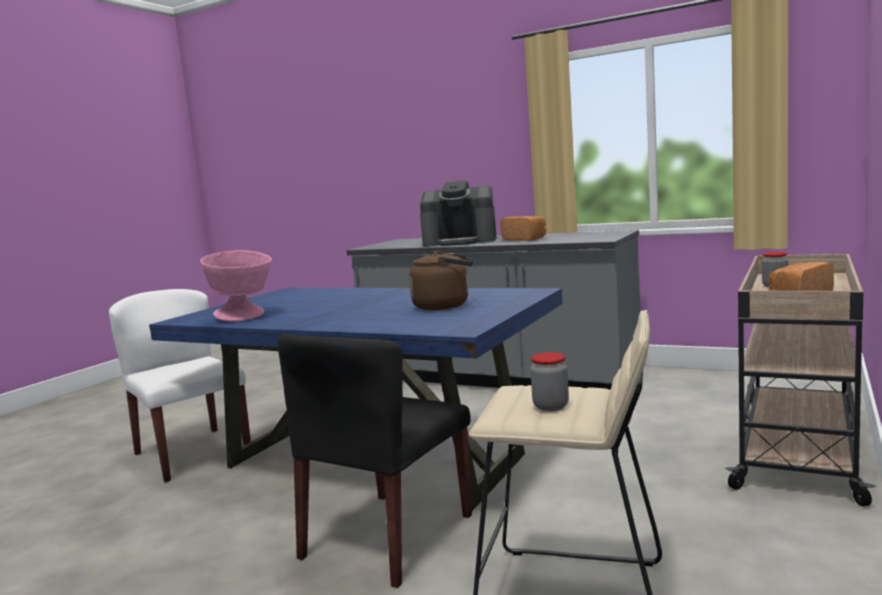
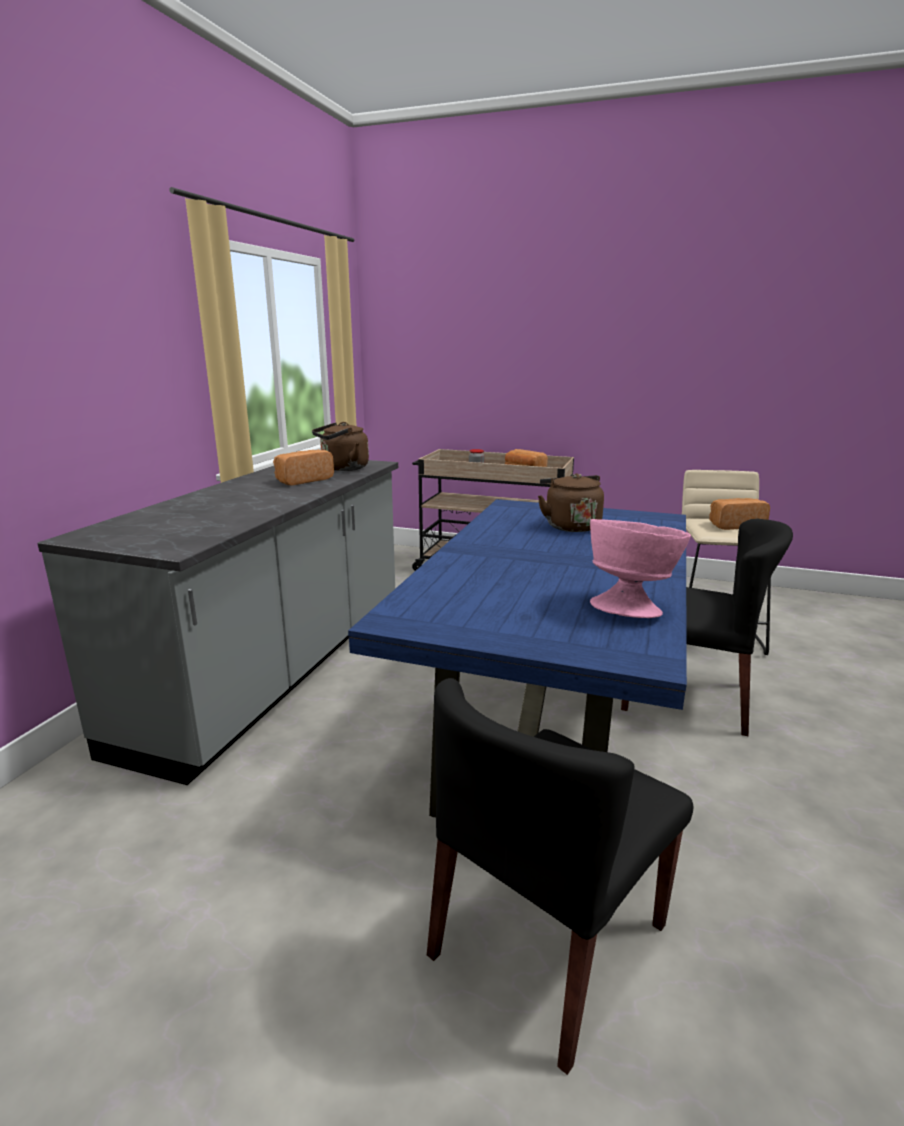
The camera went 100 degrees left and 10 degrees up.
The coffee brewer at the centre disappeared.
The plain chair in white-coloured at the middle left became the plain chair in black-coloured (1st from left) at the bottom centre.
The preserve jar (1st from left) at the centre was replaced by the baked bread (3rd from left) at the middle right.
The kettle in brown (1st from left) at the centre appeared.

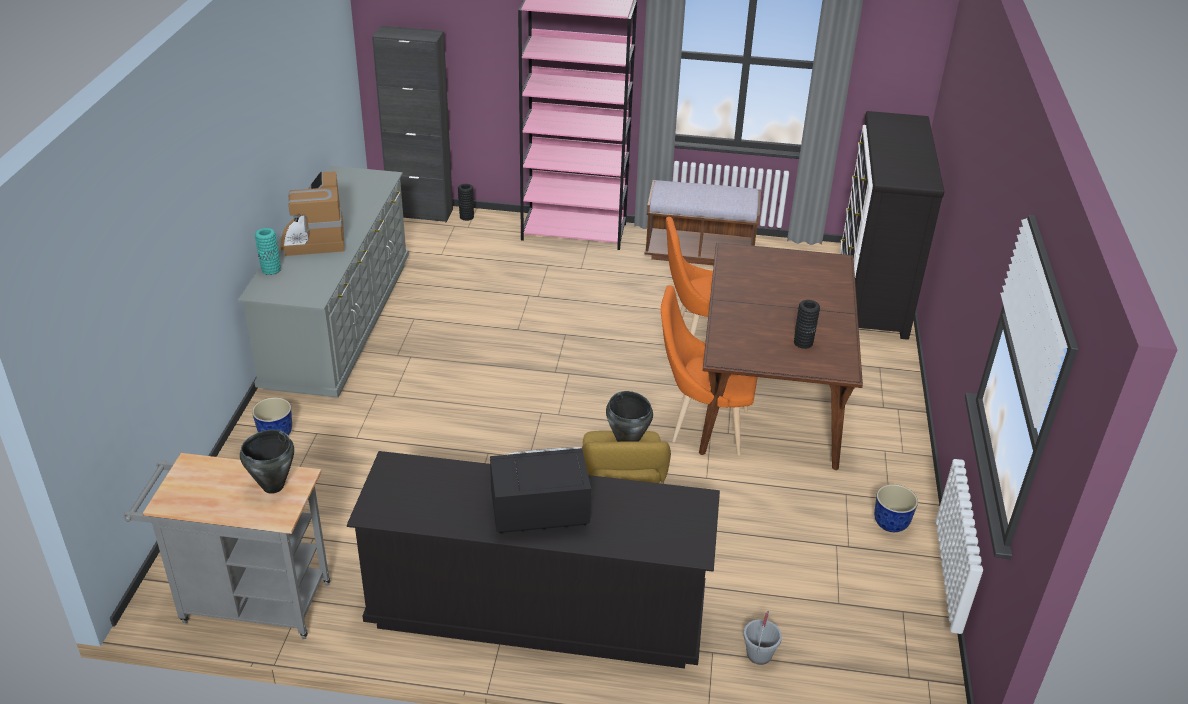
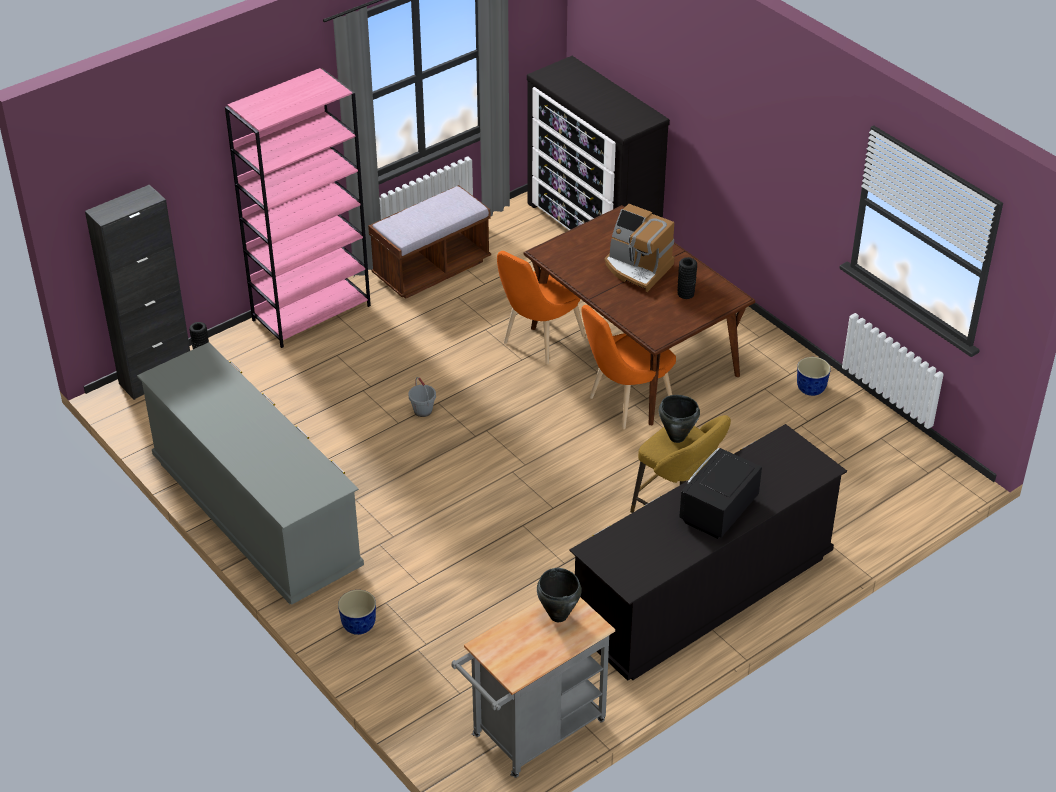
The camera went 45 degrees left and 5 degrees up.
The coffee brewer moved from the top left to the top centre.
The vase in turquoise-coloured at the middle left disappeared.
The bucket in gray moved from the bottom centre to the centre.

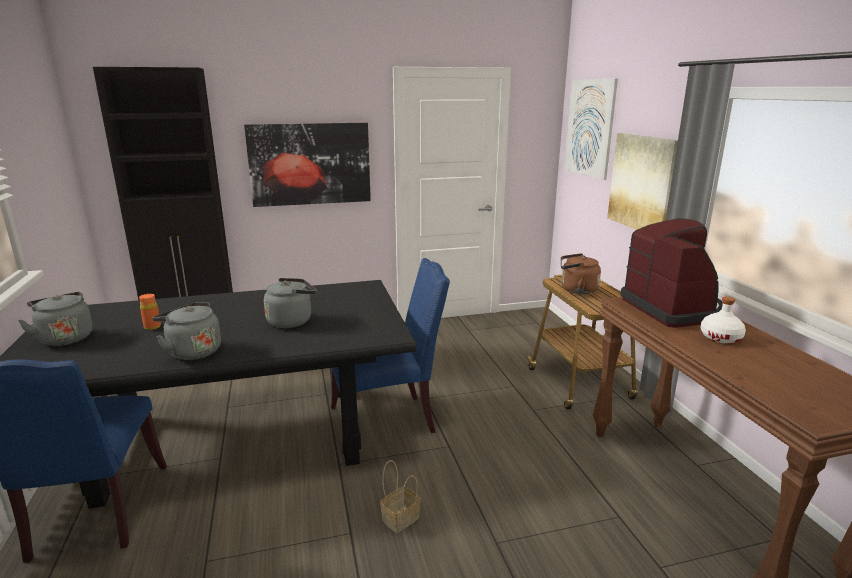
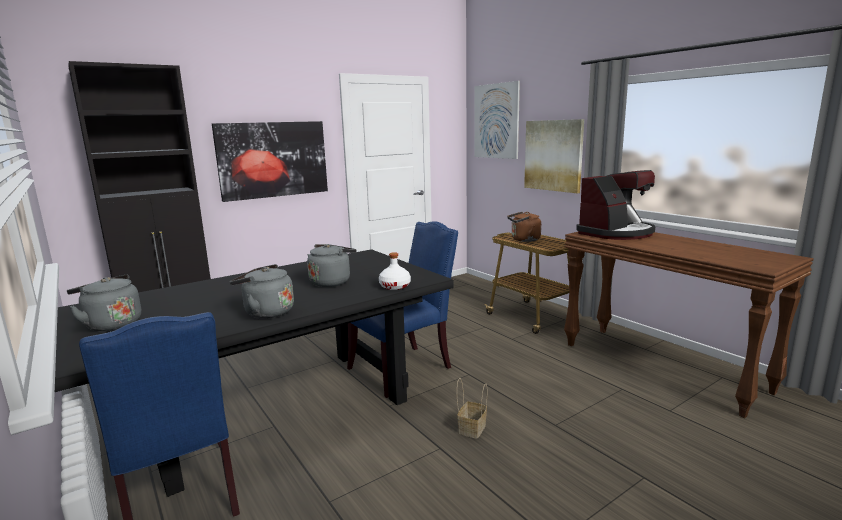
The camera went 20 degrees left and 5 degrees down.
The coffee brewer at the middle right turned 90 degrees clockwise.
The beverage bottle in orangey at the middle left disappeared.
The beverage bottle in white-coloured moved from the middle right to the centre.

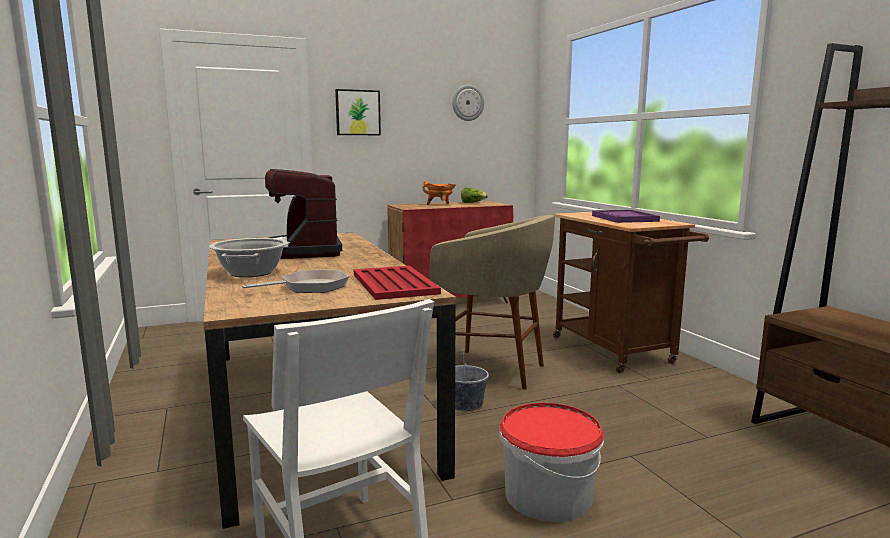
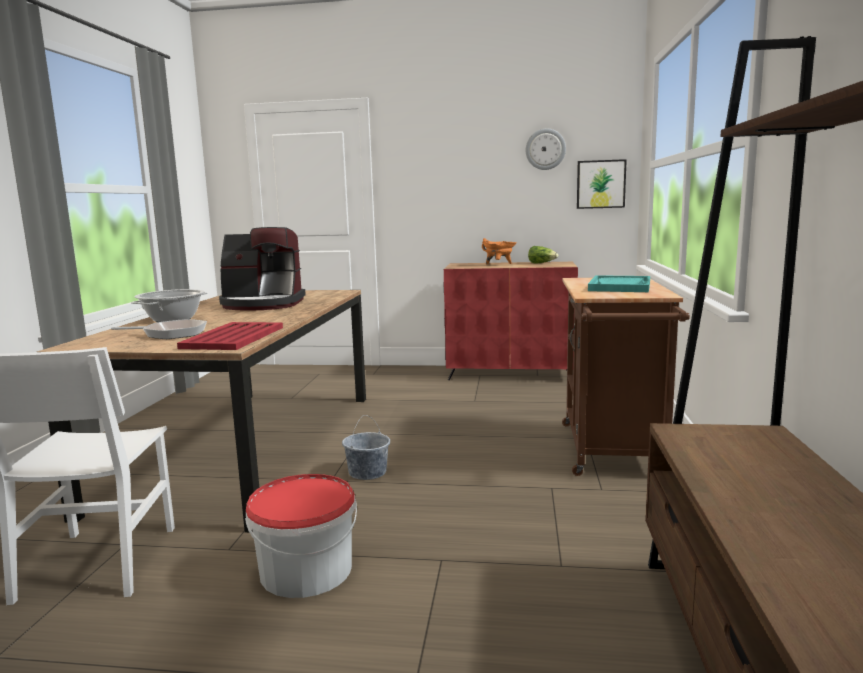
The camera went 30 degrees right and 0 degrees up.
The wall art moved from the top centre to the top right.
The coffee brewer at the centre turned 105 degrees counterclockwise.
The carrying tray in purple-coloured at the middle right became the carrying tray in turquoise-coloured at the middle right.
The stool seat in beige at the centre disappeared.

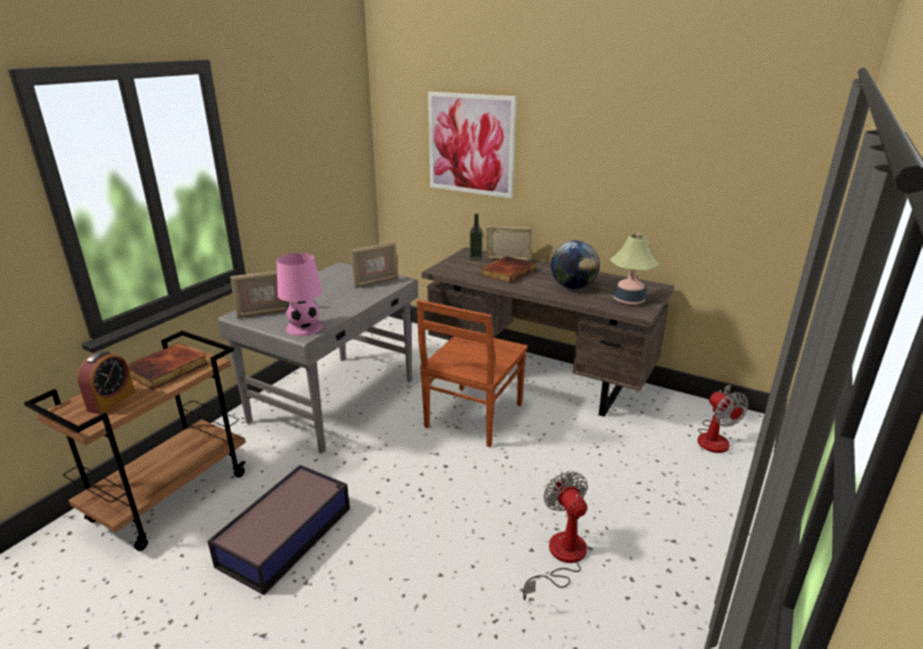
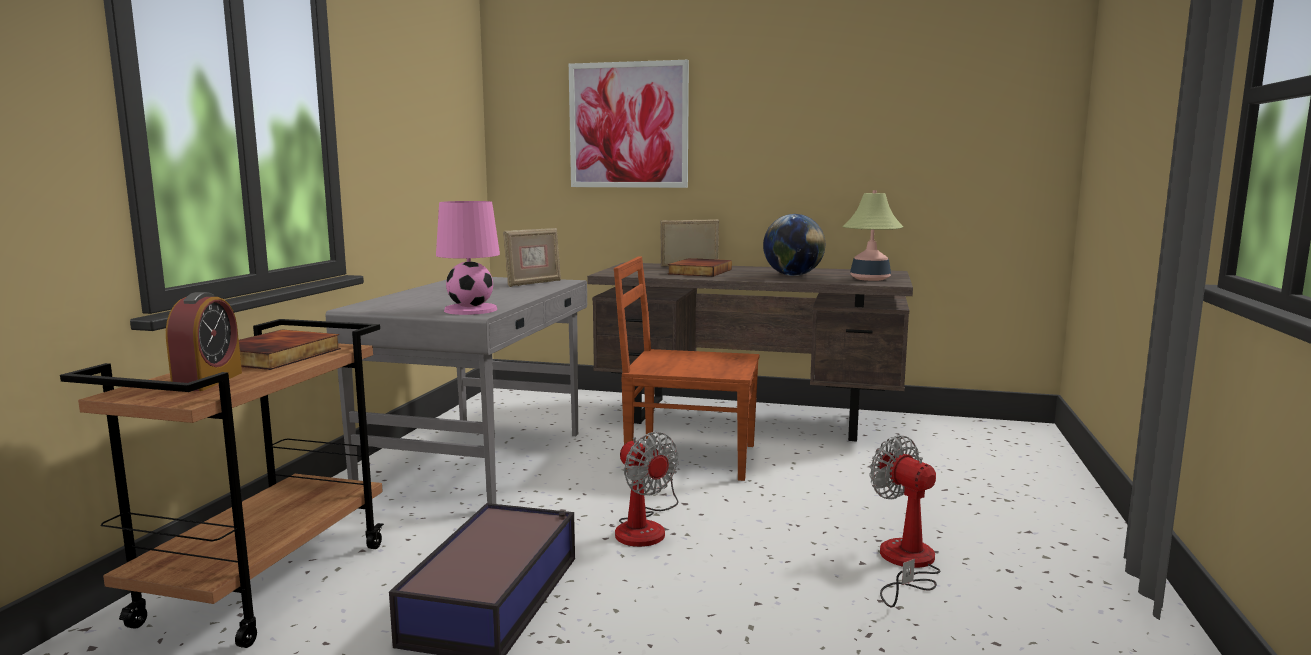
The camera went 15 degrees left and 15 degrees down.
The beverage bottle at the centre disappeared.
The picture frame (1st from left) at the middle left disappeared.
The plain chair in brown at the centre turned 90 degrees clockwise.
The fan (2nd from left in the first image) moved from the middle right to the bottom centre.

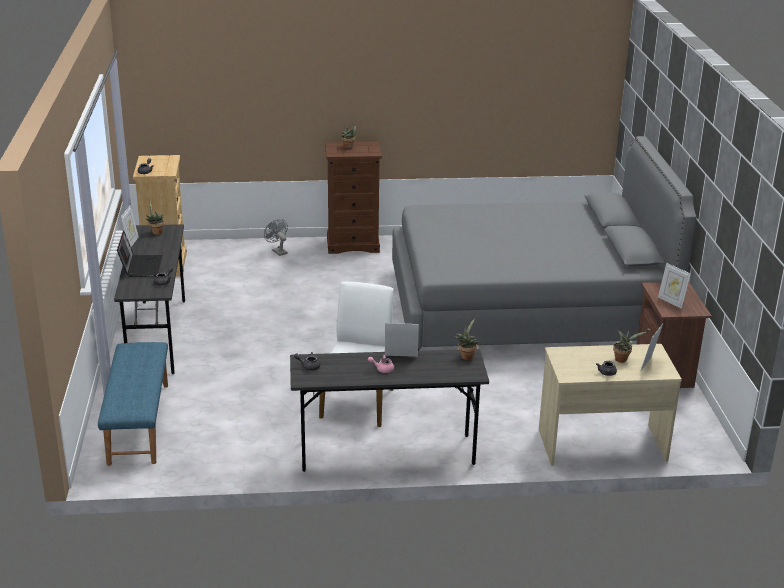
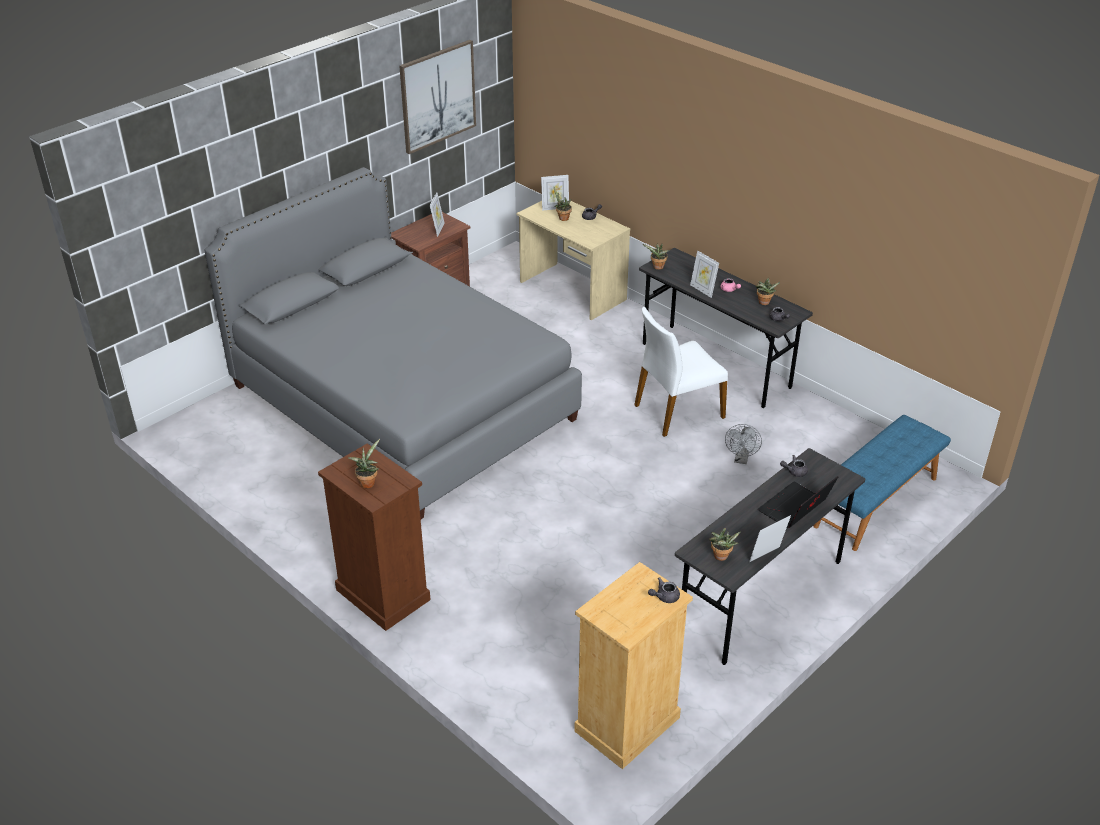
The camera went 130 degrees left and 10 degrees up.
The fan in gray moved from the centre to the middle right.
The wall art at the top centre appeared.
The plant in a pot (5th from left) at the middle right appeared.

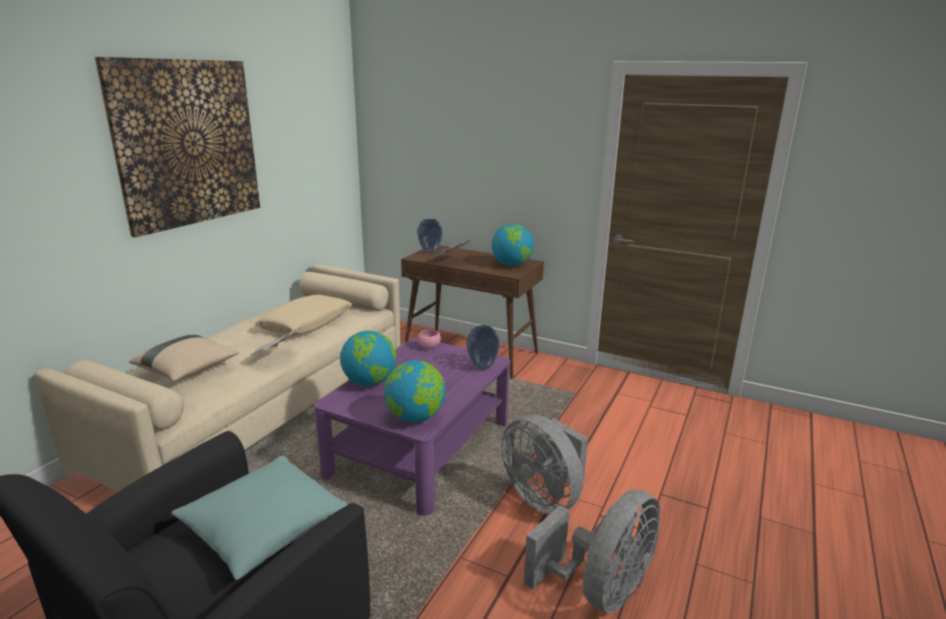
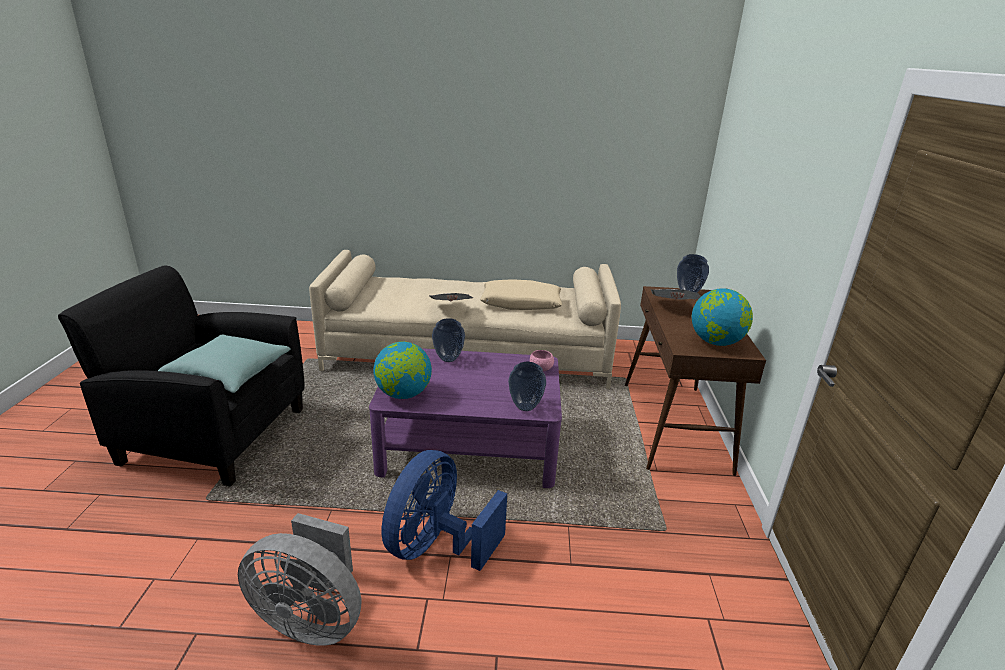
The camera went 65 degrees right and 5 degrees up.
The wall art at the top left disappeared.
The globe (1st from left) at the centre was replaced by the vase (1st from left) at the centre.
The pillow in beige (1st from left) at the middle left disappeared.
The fan in gray (1st from left) at the bottom centre became the fan in blue at the bottom centre.

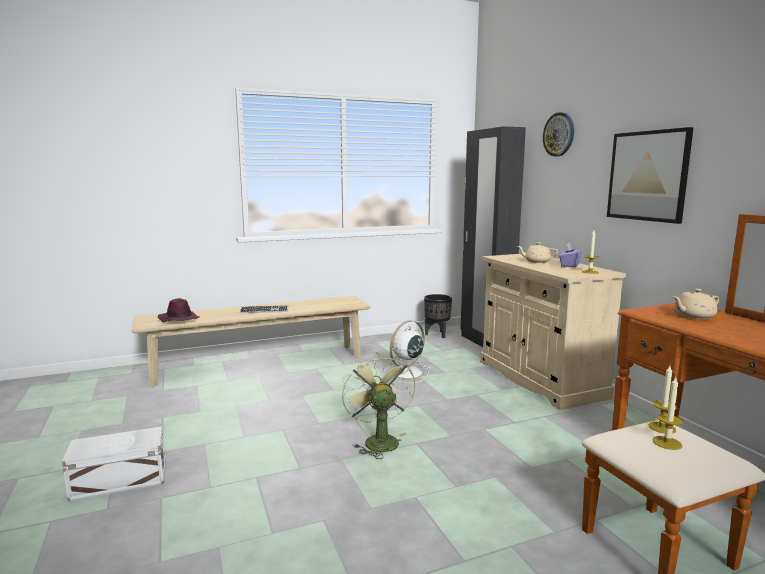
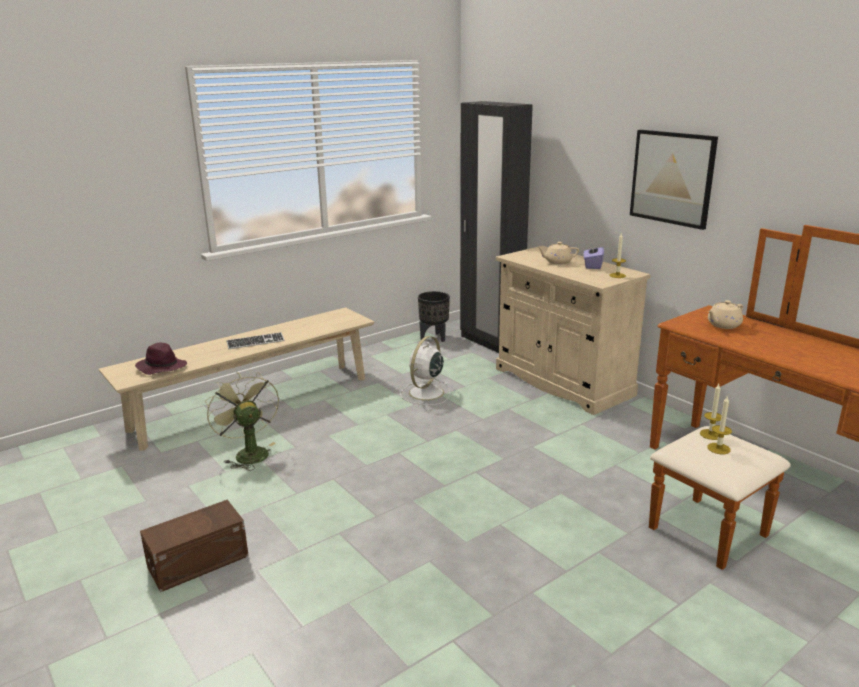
The camera went 15 degrees left and 10 degrees up.
The clock on the wall at the top right disappeared.
The fan in green-coloured moved from the bottom centre to the middle left.
The storage box in white-coloured at the bottom left became the storage box in brown at the bottom left.

